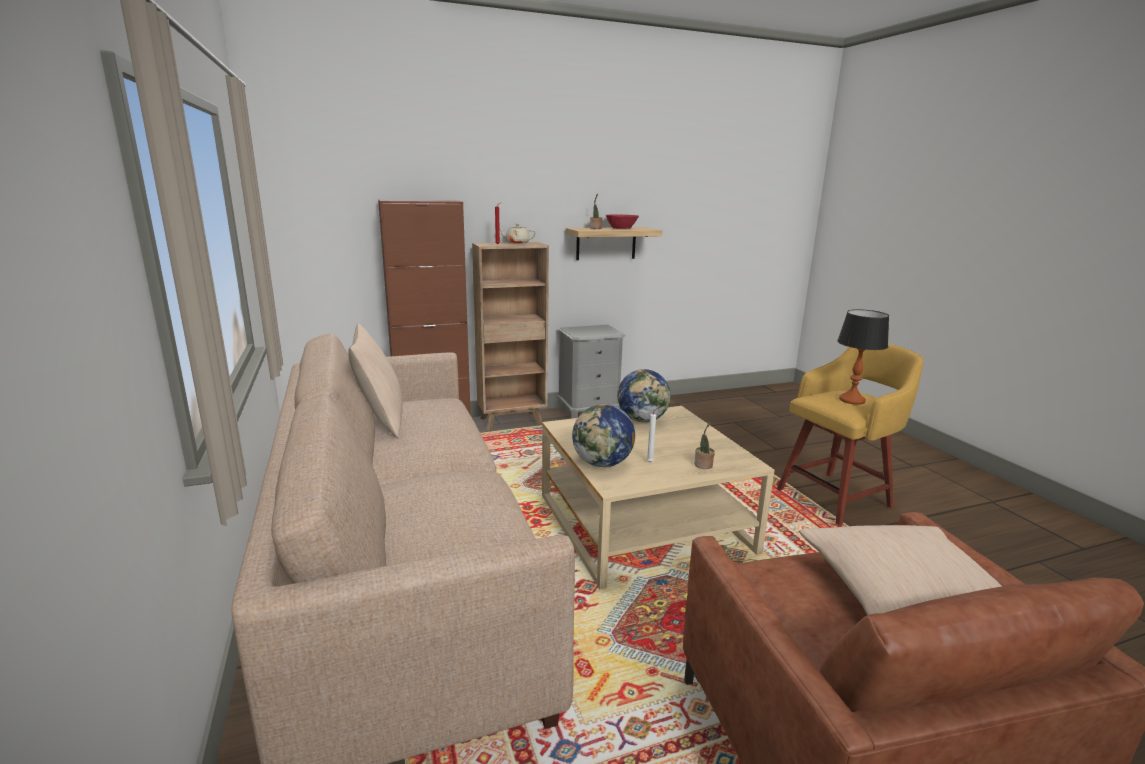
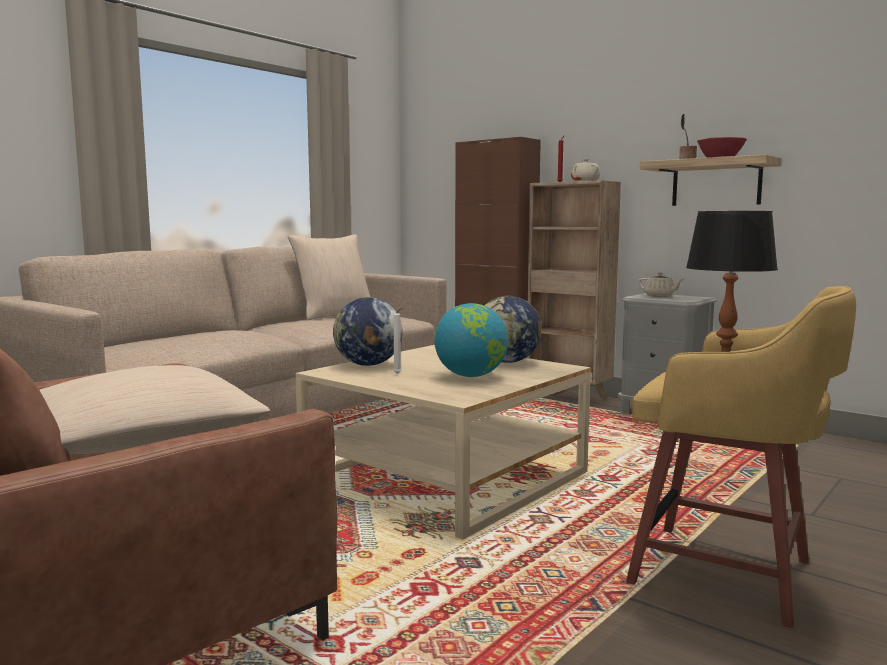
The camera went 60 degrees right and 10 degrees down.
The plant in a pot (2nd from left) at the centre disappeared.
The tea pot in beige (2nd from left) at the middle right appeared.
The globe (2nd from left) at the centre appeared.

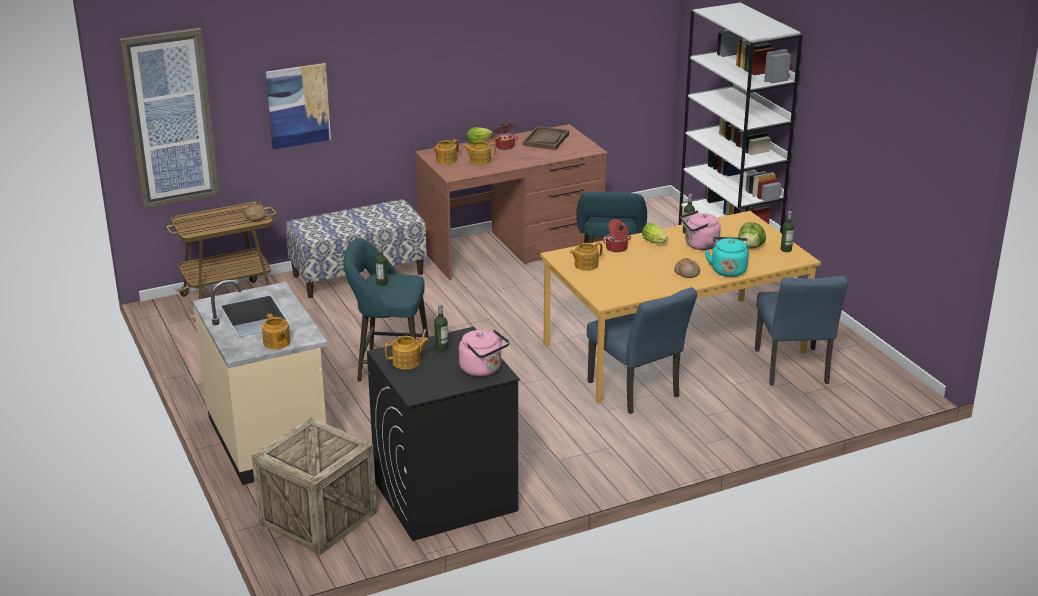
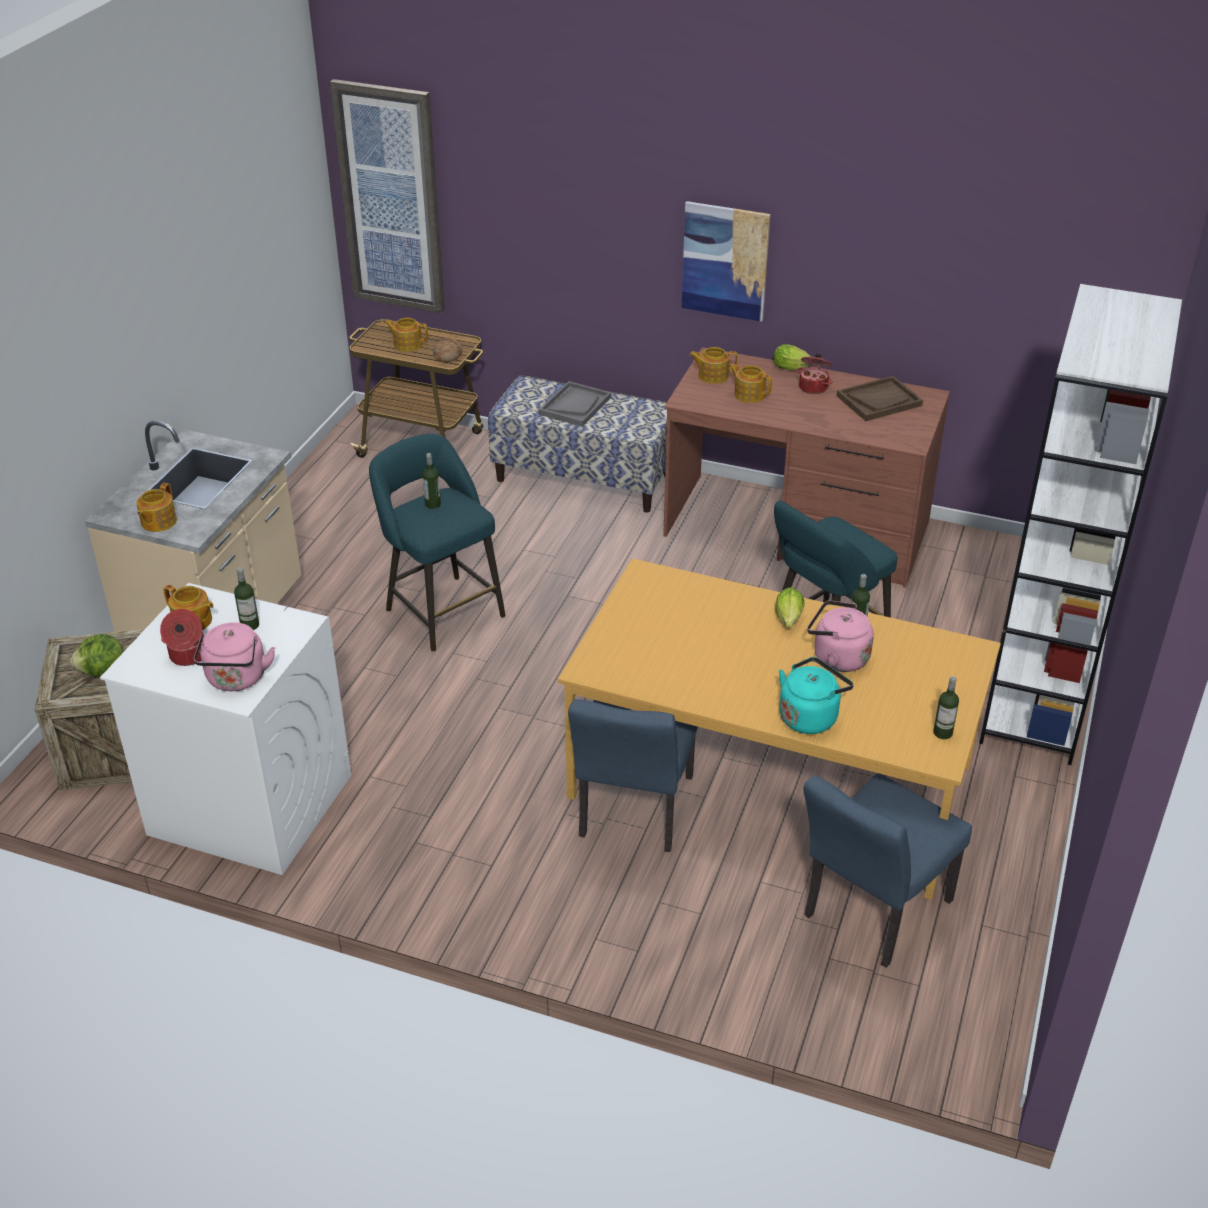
The camera went 45 degrees right and 10 degrees up.
The wall art (2nd from left) moved from the top left to the top centre.
The stockpot (2nd from left in the first image) moved from the centre to the middle left.
The head of lettuce (3rd from left in the first image) moved from the middle right to the middle left.
The tea pot (5th from left in the first image) moved from the centre to the top centre.
The baked bread (2nd from left) at the centre disappeared.
The laundry appliance in black-coloured at the bottom centre became the laundry appliance in white-coloured at the middle left.
The carrying tray in gray at the centre appeared.

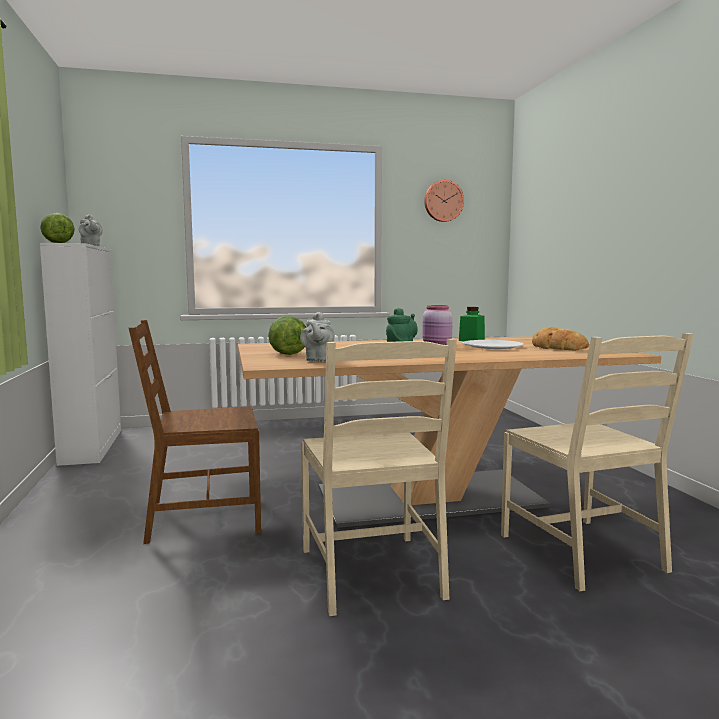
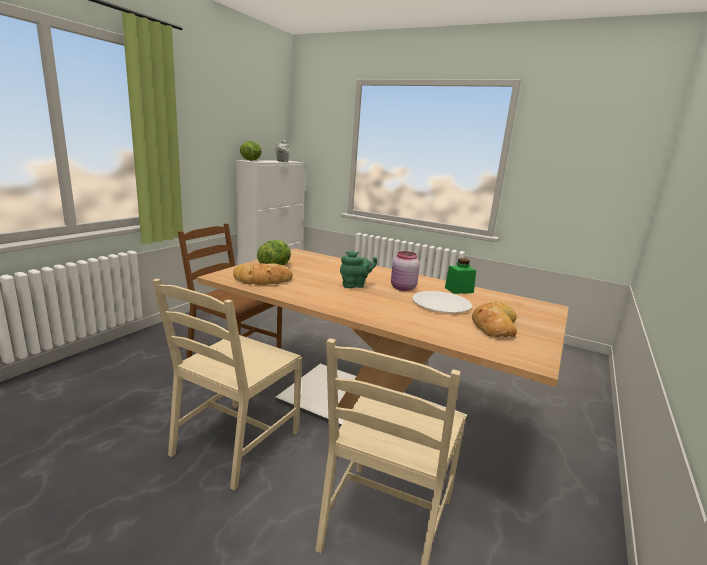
The camera went 40 degrees right and 10 degrees up.
The clock on the wall at the top centre disappeared.
The tea pot in gray (2nd from left) at the centre was replaced by the baked bread (1st from left) at the centre.

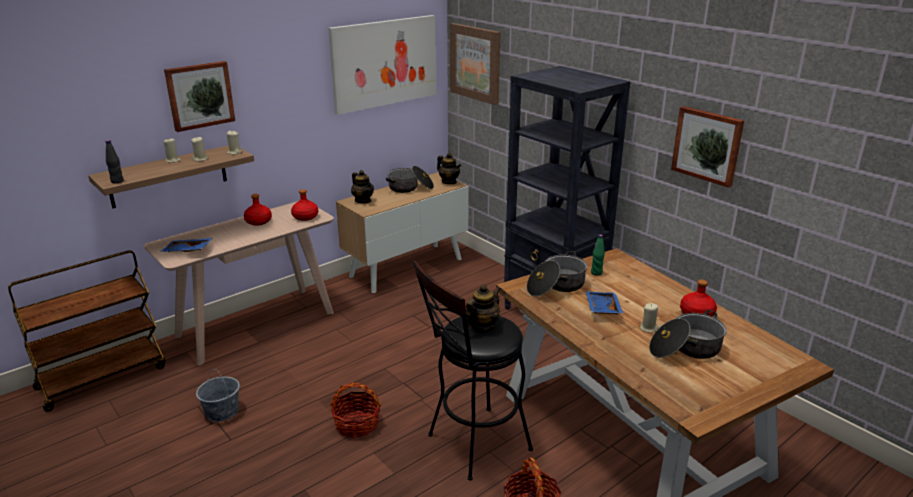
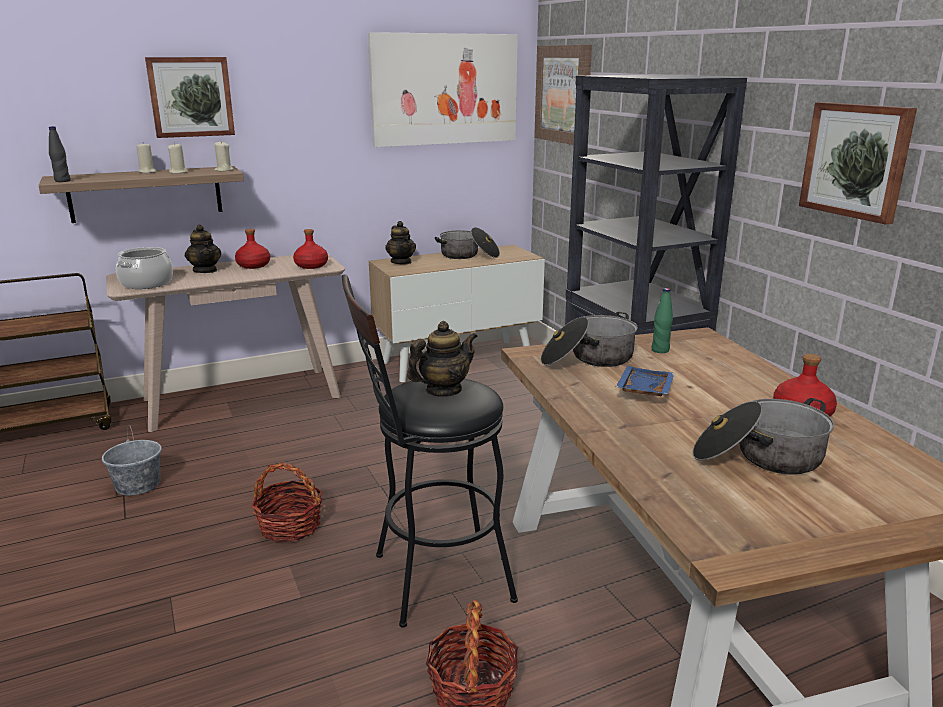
The camera went 15 degrees right and 5 degrees down.
The tea pot (2nd from left in the first image) moved from the centre to the middle left.
The carrying tray in blue (1st from left) at the middle left was replaced by the stockpot (1st from left) at the middle left.
The wax candle in beige (4th from left) at the middle right disappeared.

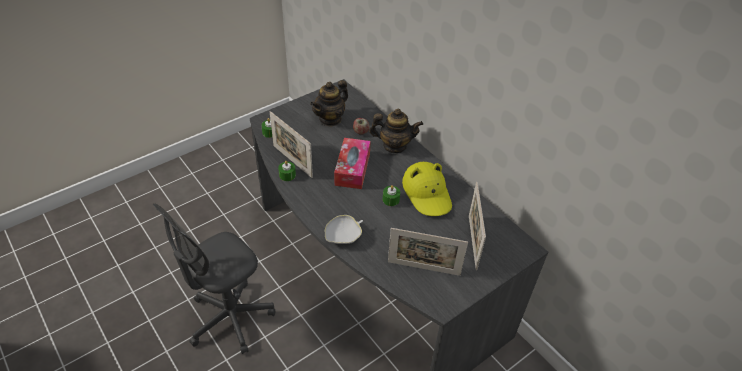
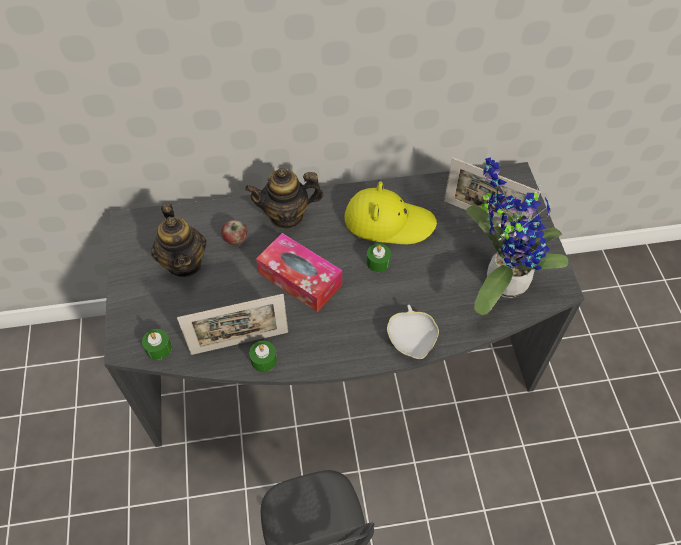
The camera went 60 degrees left and 10 degrees up.
The tea pot (2nd from left) at the centre turned 135 degrees counterclockwise.
The picture frame (2nd from left) at the bottom centre was replaced by the plant in a pot at the middle right.

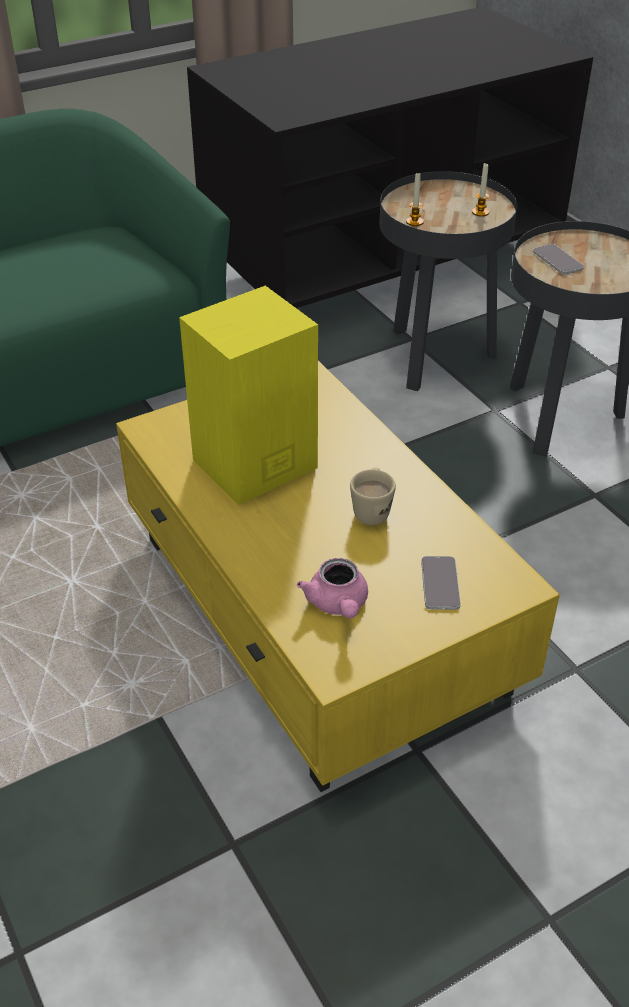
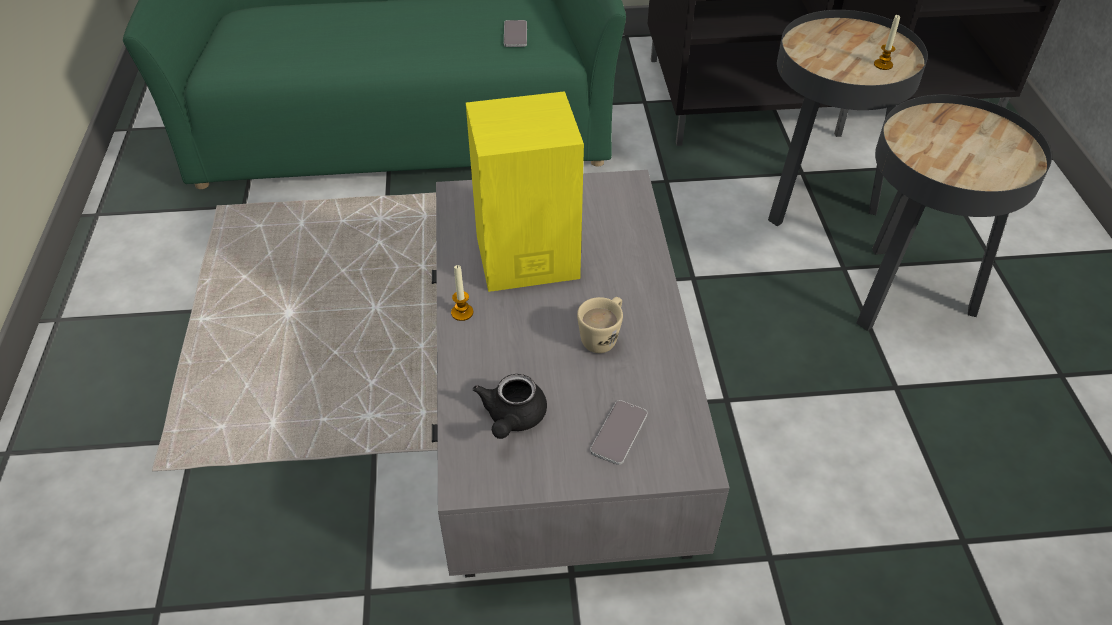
The camera went 25 degrees right and 5 degrees up.
The wax candle (1st from left) moved from the top centre to the centre.
The handset (2nd from left in the first image) moved from the top right to the top centre.
The low table in yellowish at the centre became the low table in gray at the centre.
The tea pot in pink-coloured at the centre became the tea pot in black-coloured at the centre.

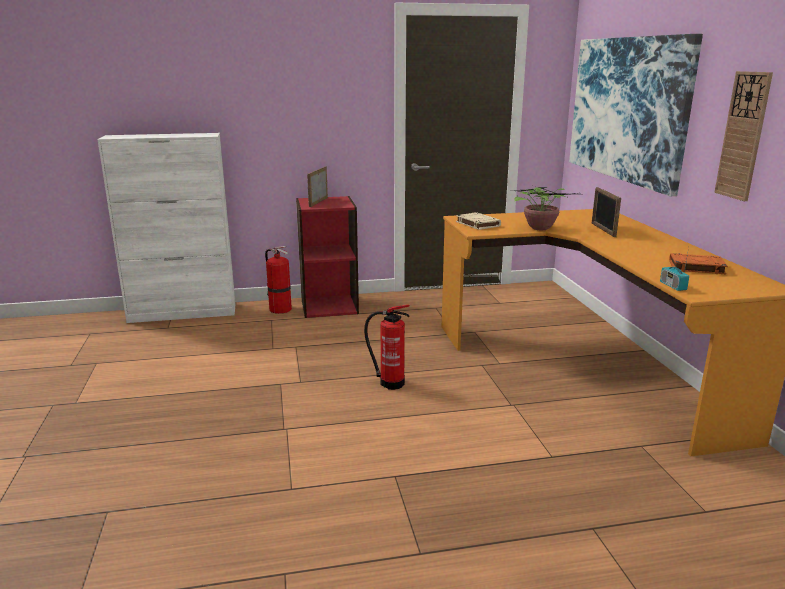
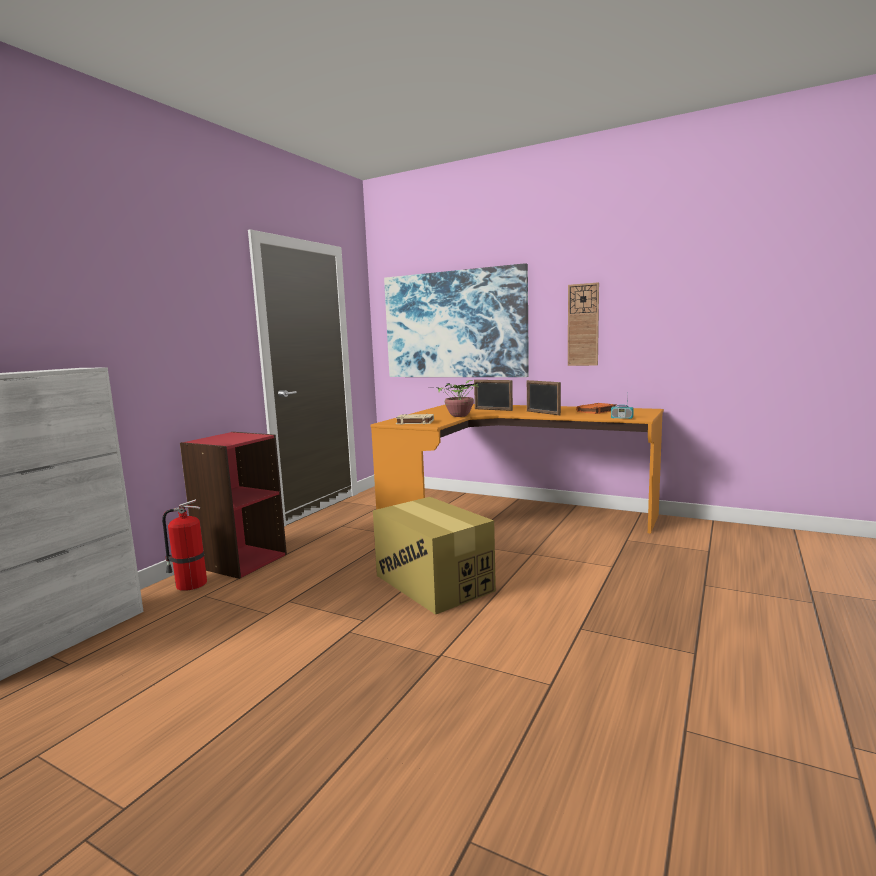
The camera went 50 degrees left and 10 degrees down.
The picture frame (1st from left in the first image) moved from the top centre to the centre.
The fire-fighting cylinder (2nd from left) at the centre was replaced by the cardboard box at the centre.

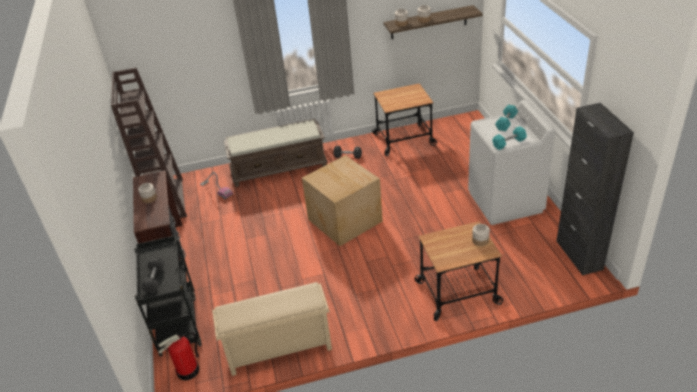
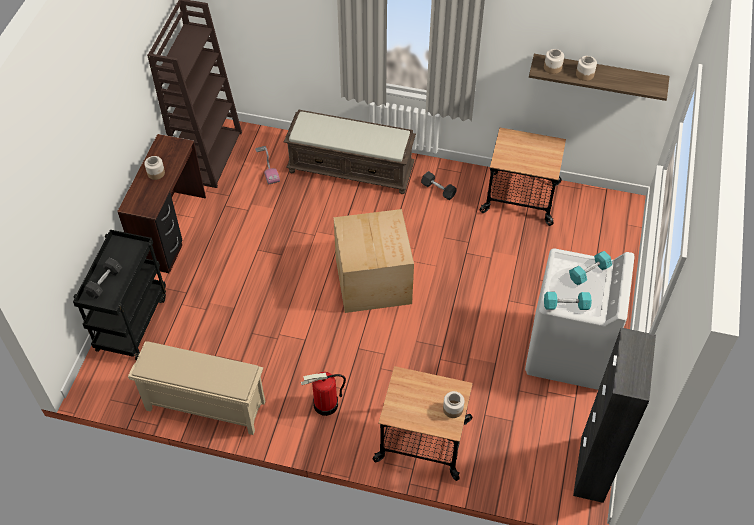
The camera went 25 degrees right and 15 degrees up.
The fire-fighting cylinder moved from the bottom left to the bottom centre.

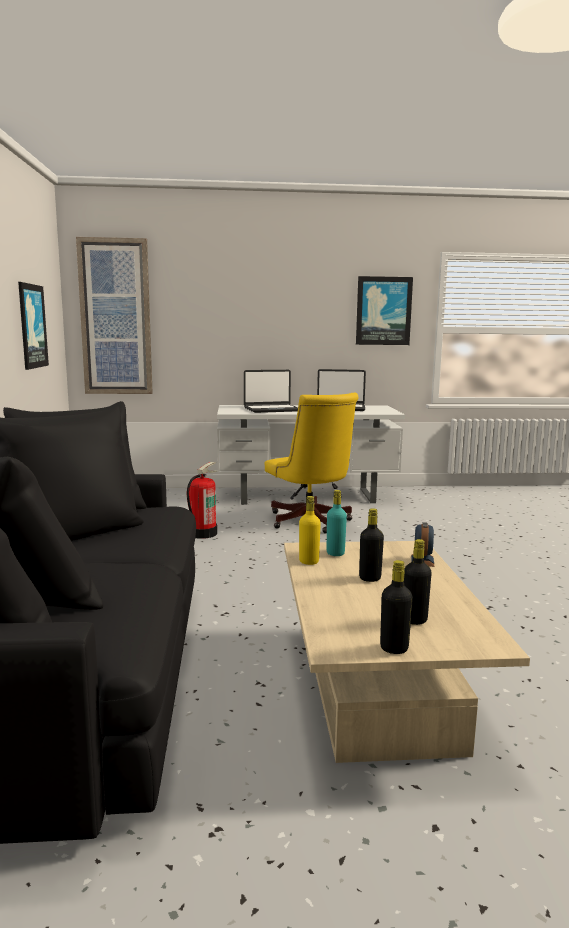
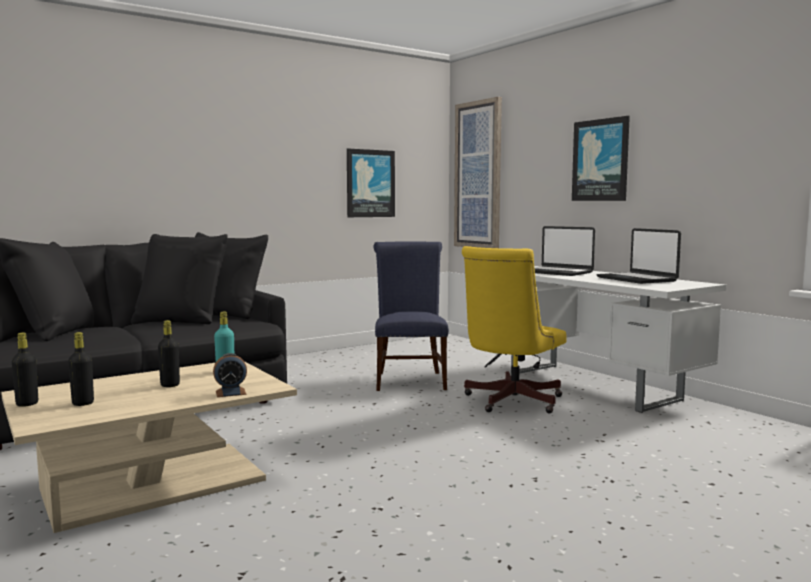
The camera went 60 degrees right and 5 degrees down.
The wall art (3rd from left) moved from the middle right to the top right.
The fire-fighting cylinder at the centre was replaced by the plain chair in blue at the centre.
The beverage bottle in yellowish at the centre disappeared.

